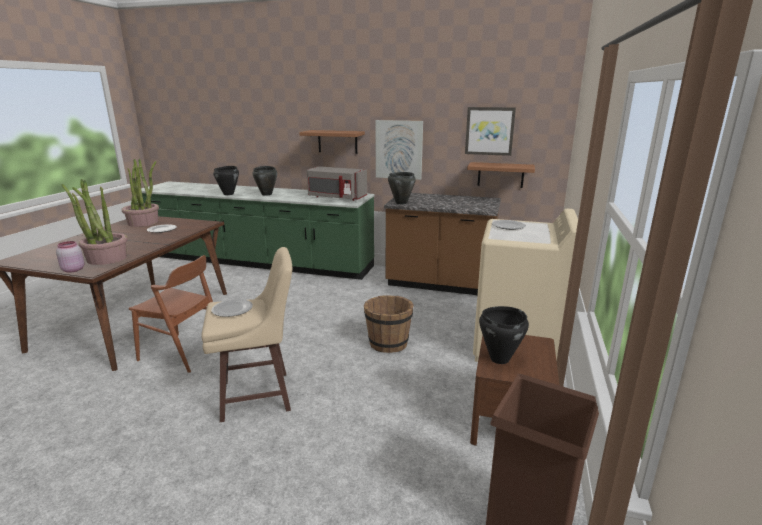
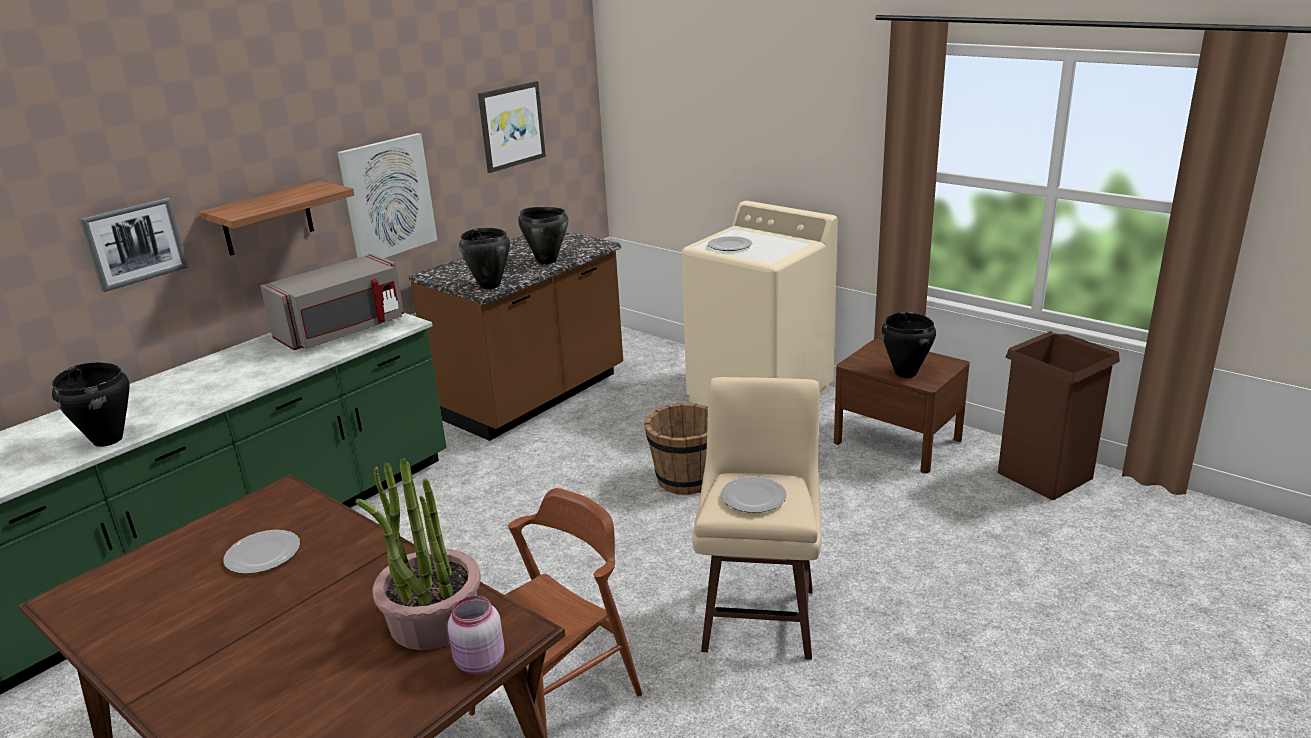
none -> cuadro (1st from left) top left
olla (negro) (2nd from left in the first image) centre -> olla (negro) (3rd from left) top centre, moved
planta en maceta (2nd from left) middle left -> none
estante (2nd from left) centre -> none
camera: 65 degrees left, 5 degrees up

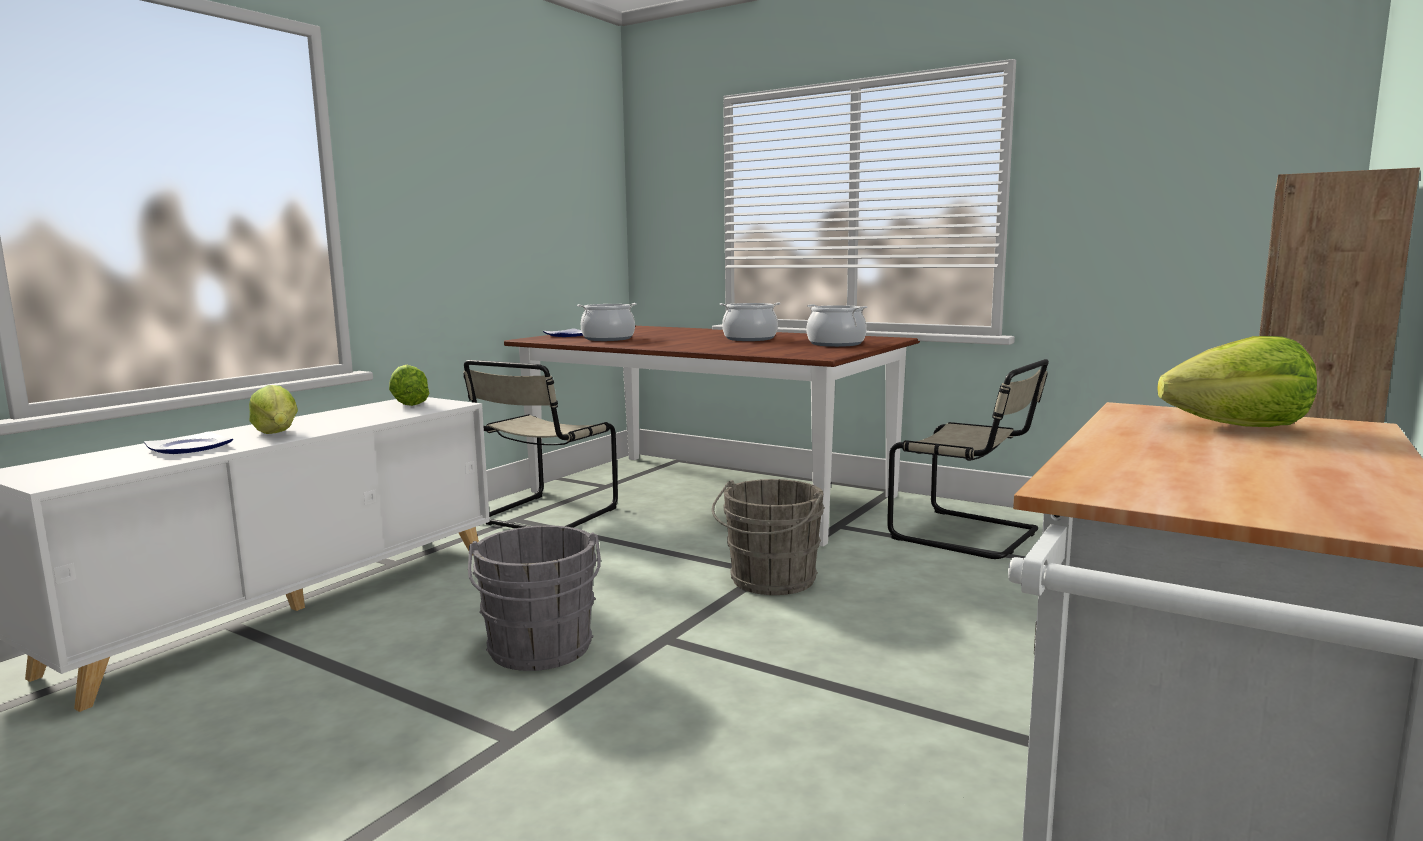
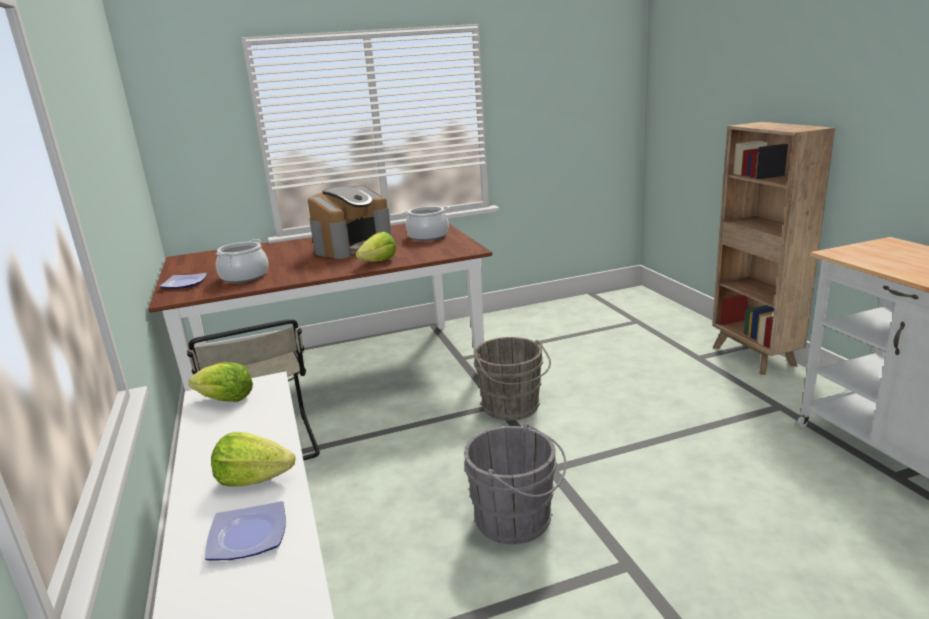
olla (2nd from left) centre -> cafetera centre
lechuga (3rd from left) middle right -> lechuga (3rd from left) centre, moved
silla (beis) (2nd from left) middle right -> none
camera: 50 degrees left, 10 degrees up

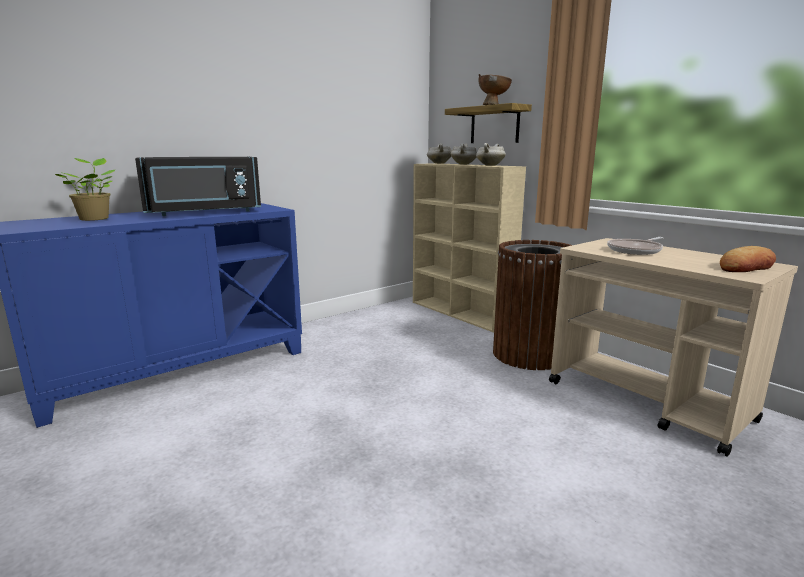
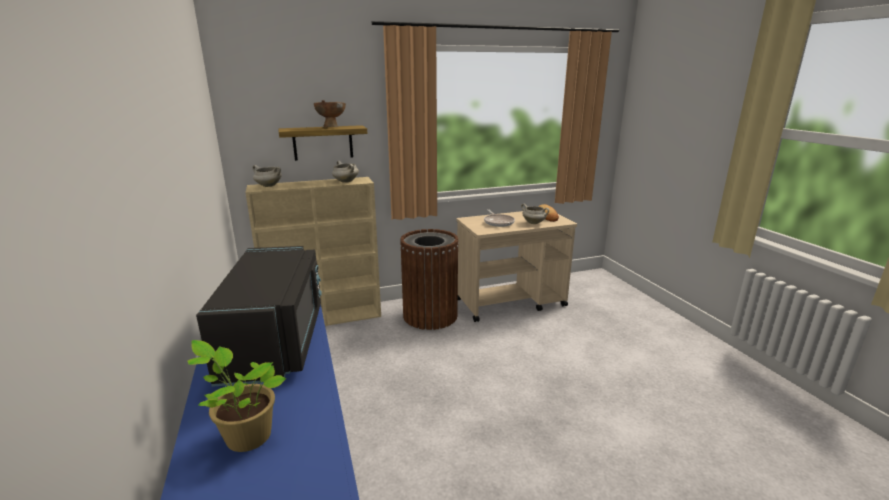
olla (blanco) (2nd from left in the first image) top centre -> olla (blanco) (3rd from left) centre, moved
camera: 70 degrees left, 5 degrees up

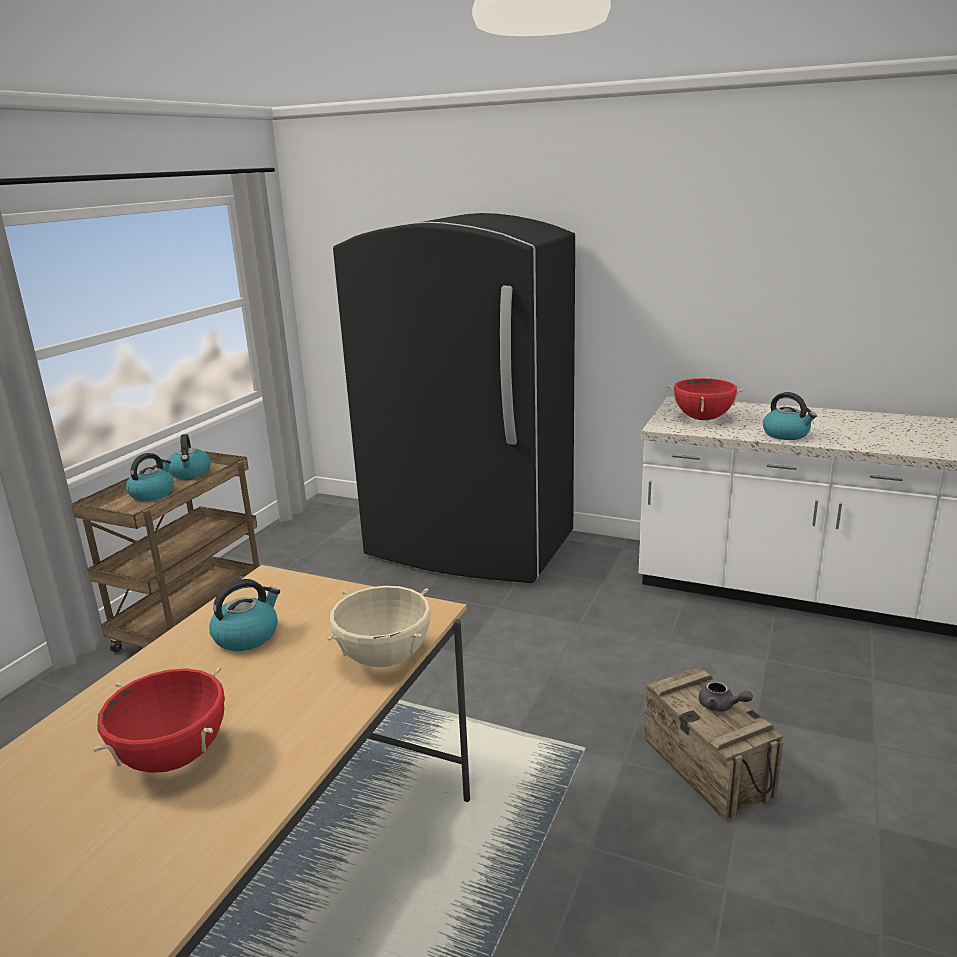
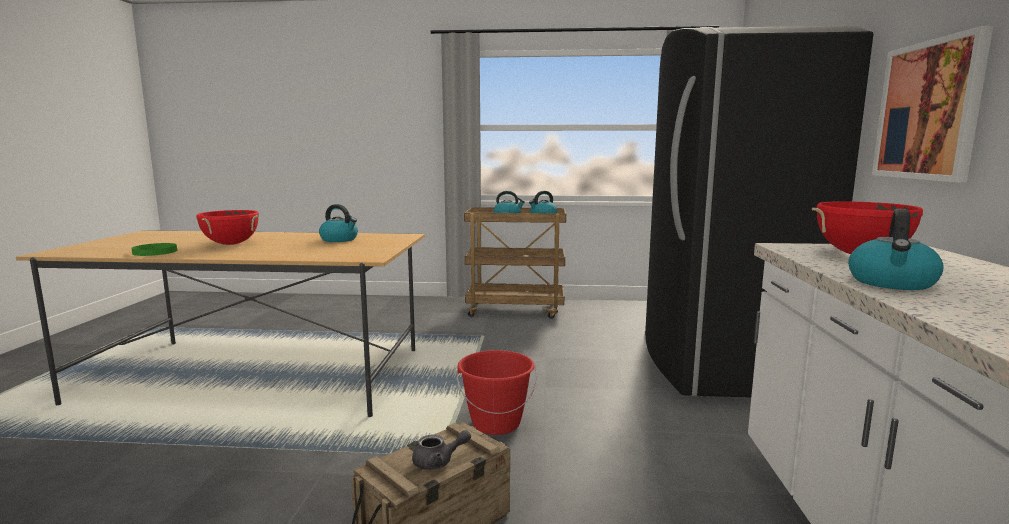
none -> plato (verde) middle left
tetera (gris) bottom right -> tetera (gris) bottom centre, 120 degrees counterclockwise
none -> cubo (rojo) bottom centre
none -> cuadro top right
olla (beis) centre -> none
camera: 70 degrees right, 10 degrees down

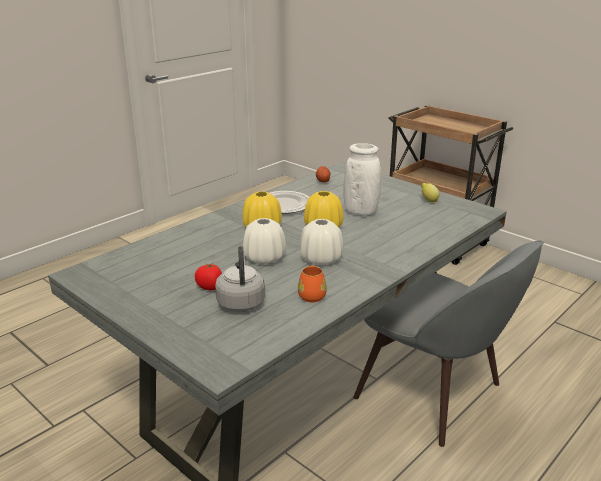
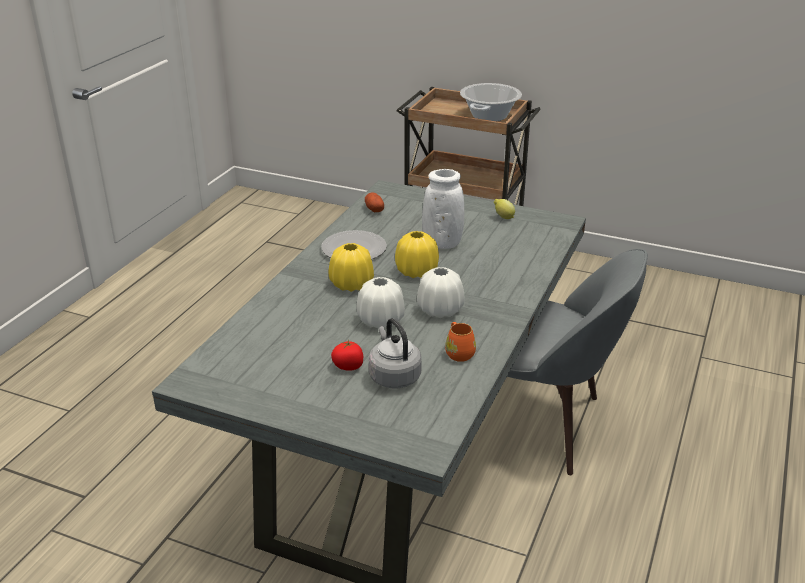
none -> olla top centre
camera: 20 degrees left, 5 degrees up

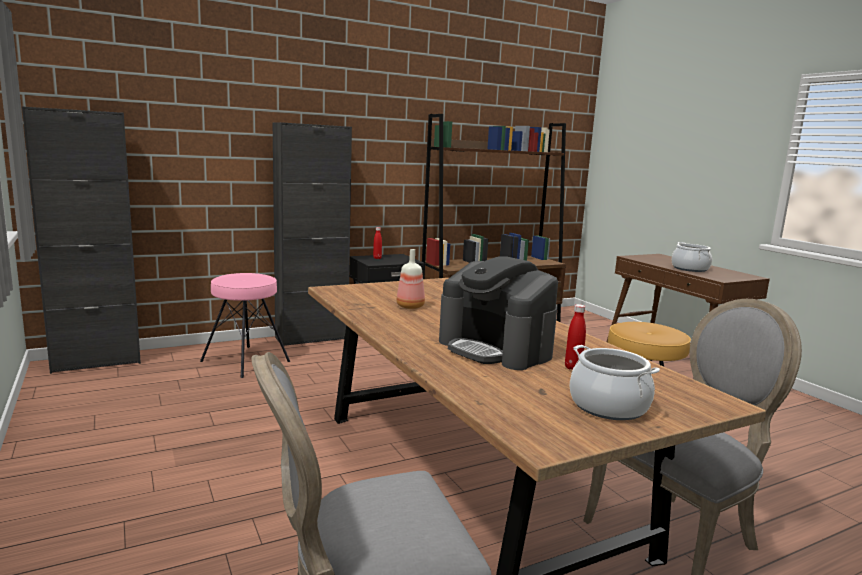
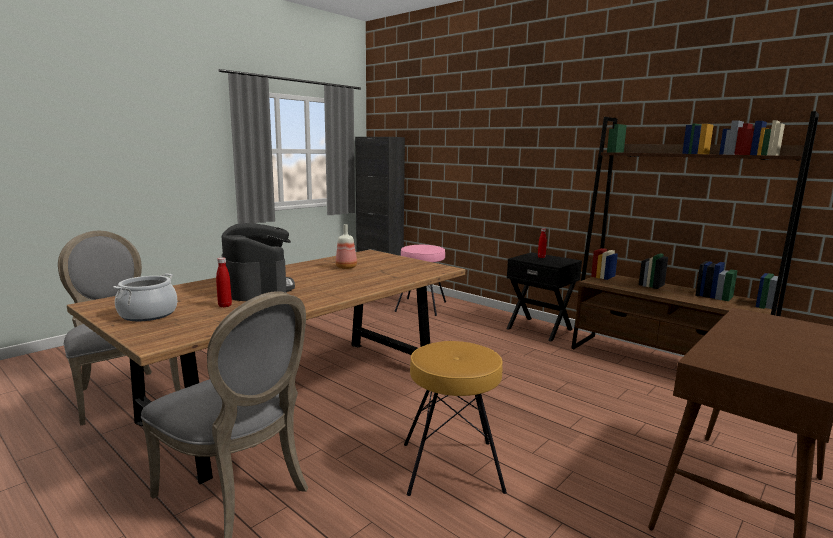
cafetera centre -> cafetera middle left, 135 degrees clockwise
armario (negro) (2nd from left) centre -> none
olla (2nd from left) middle right -> none
camera: 70 degrees right, 0 degrees up

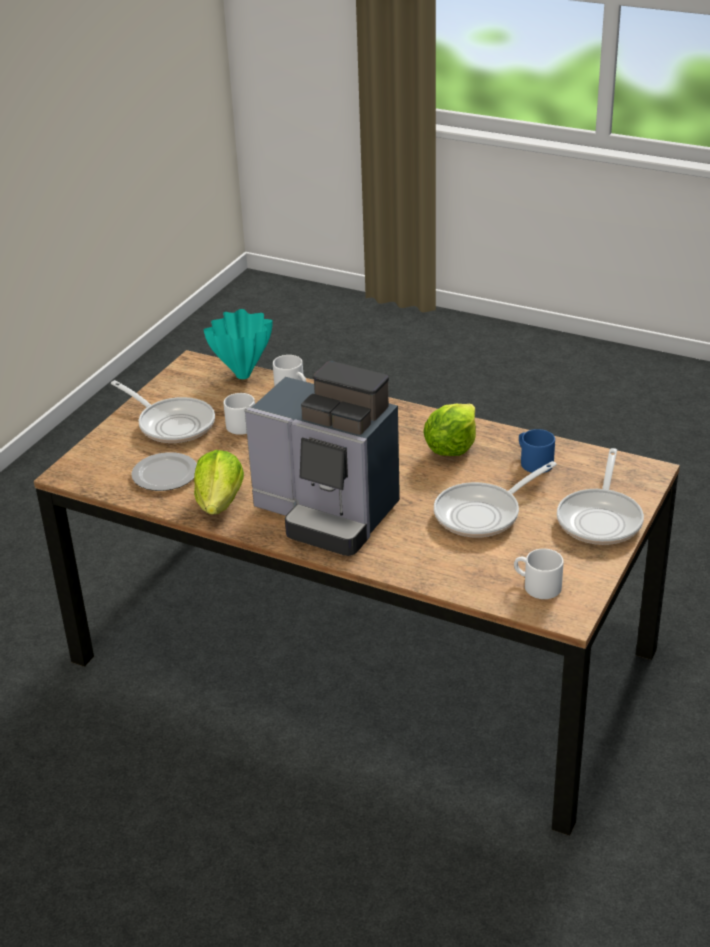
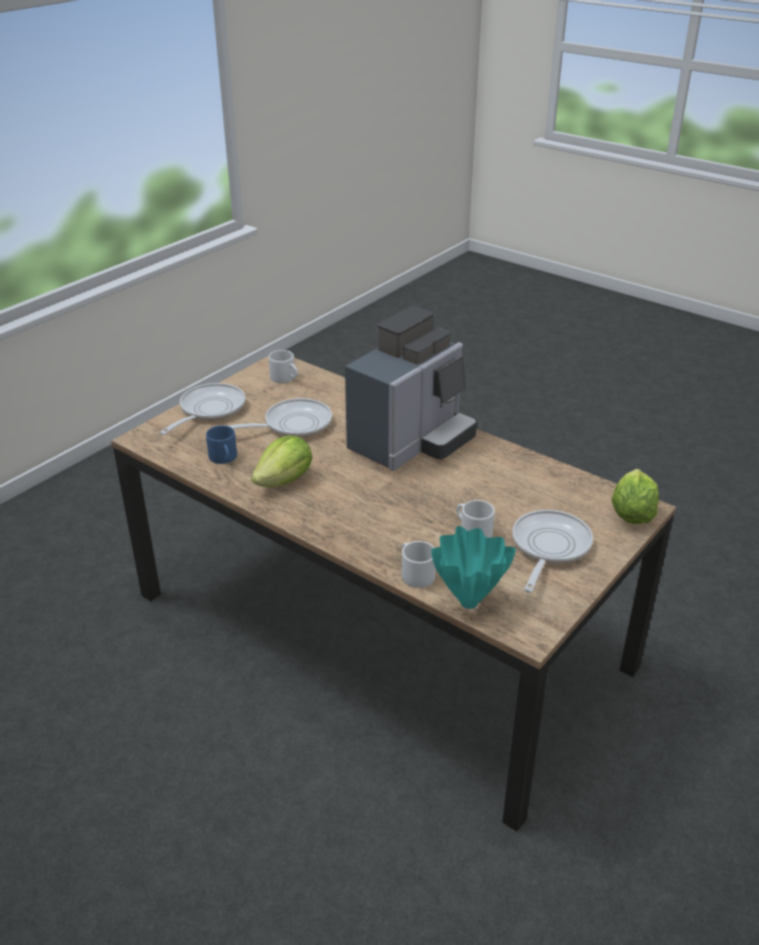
cafetera centre, 90 degrees clockwise
sartén (1st from left in the first image) middle left -> sartén (3rd from left) middle right, 60 degrees clockwise
lechuga (1st from left in the first image) middle left -> lechuga (2nd from left) middle right, moved
plato middle left -> none
camera: 170 degrees left, 0 degrees up

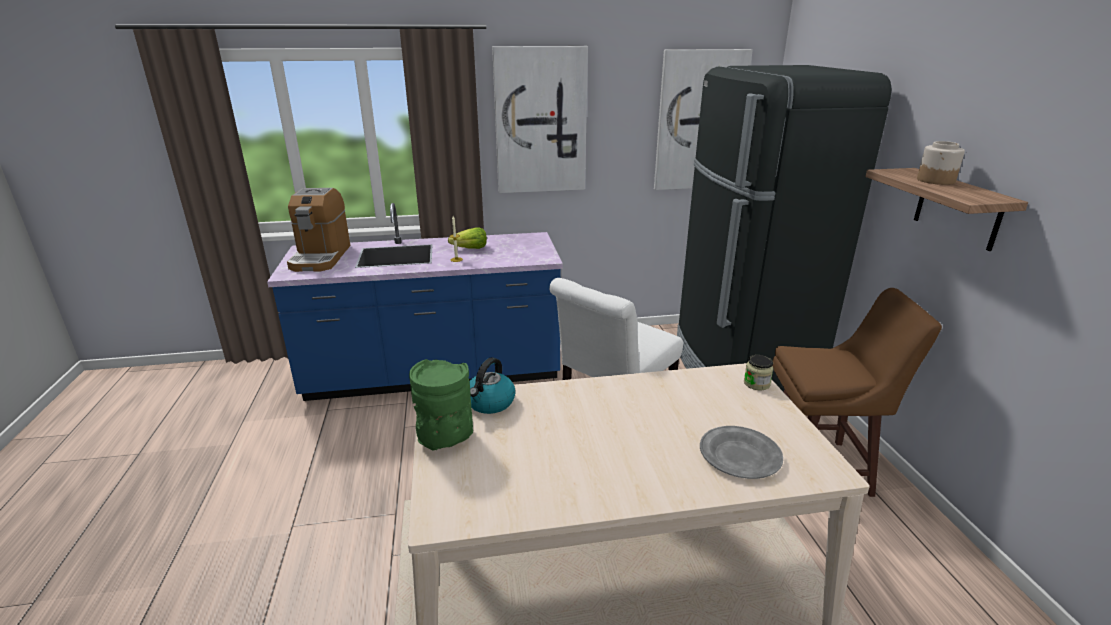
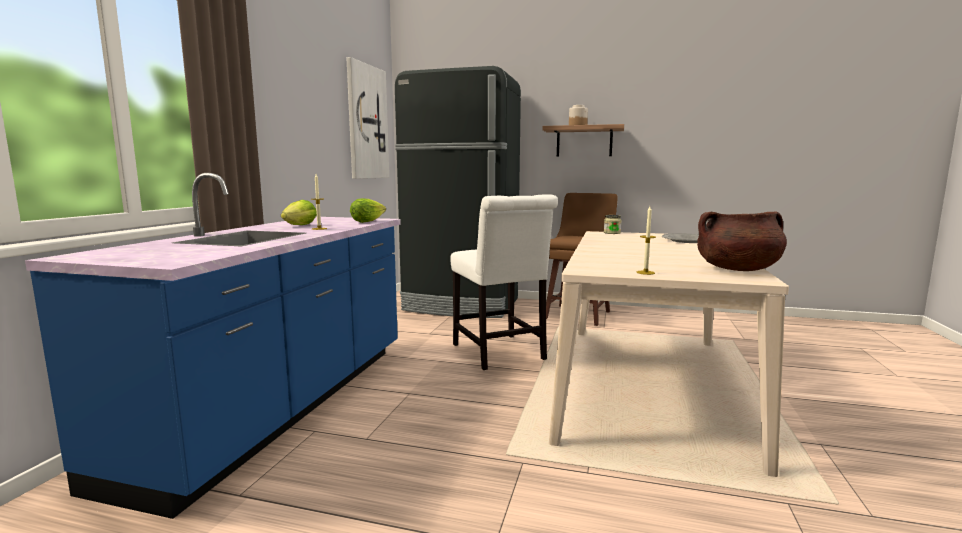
none -> lechuga (2nd from left) centre
florero (verde) centre -> vela (2nd from left) middle right
none -> olla (marrón) middle right
cafetera middle left -> none
hervidor centre -> none
cuadro (1st from left) top centre -> none
camera: 65 degrees left, 15 degrees down

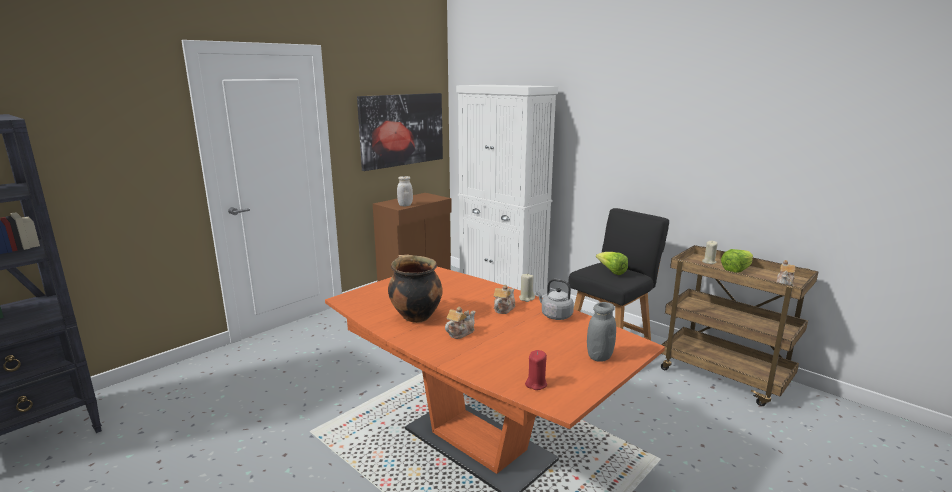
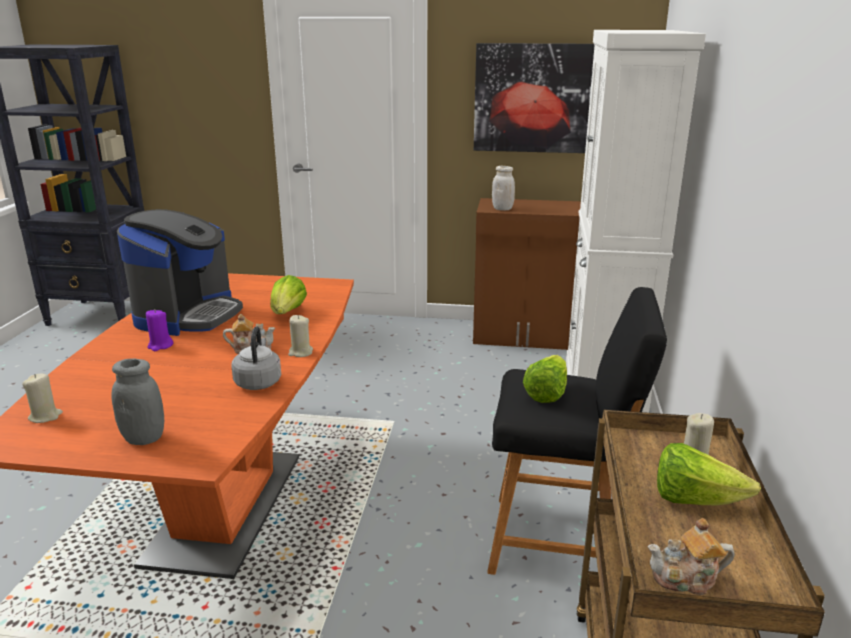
vela (rojo) bottom centre -> vela (beis) (1st from left) middle left
olla centre -> cafetera middle left
tetera (1st from left) centre -> vela (morado) middle left
none -> lechuga (1st from left) centre
camera: 55 degrees right, 5 degrees up

